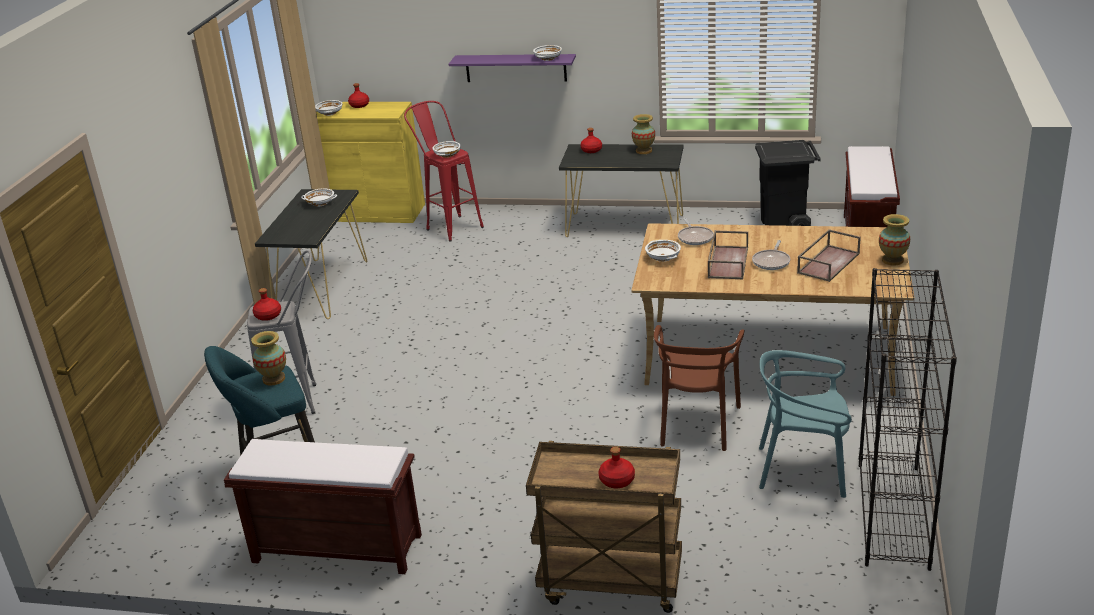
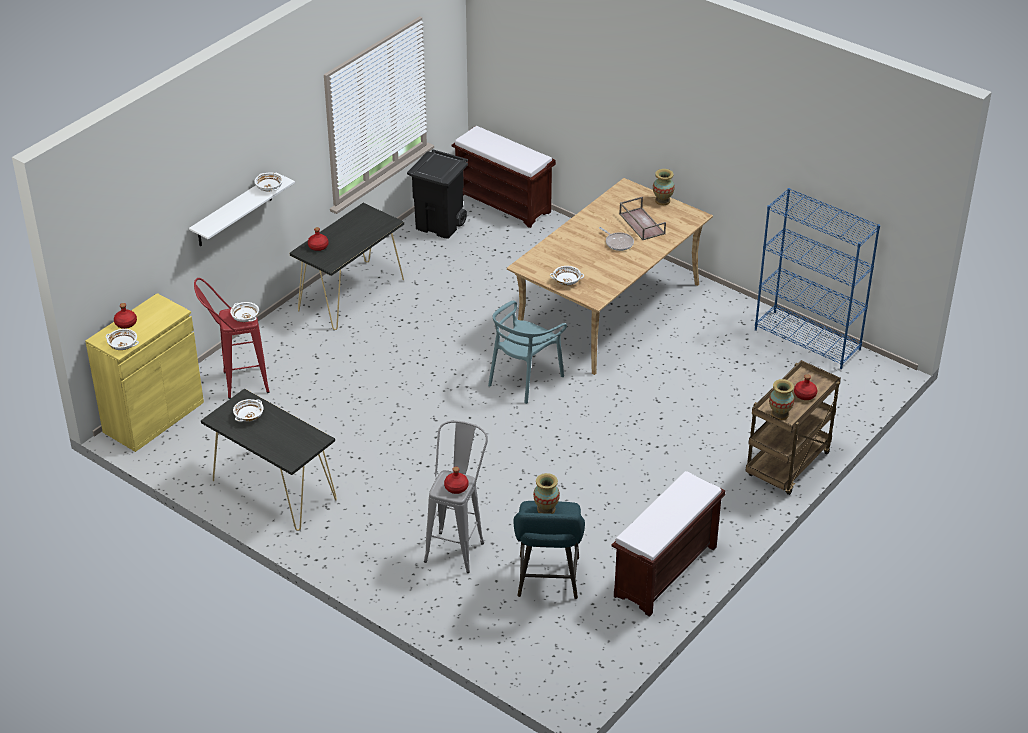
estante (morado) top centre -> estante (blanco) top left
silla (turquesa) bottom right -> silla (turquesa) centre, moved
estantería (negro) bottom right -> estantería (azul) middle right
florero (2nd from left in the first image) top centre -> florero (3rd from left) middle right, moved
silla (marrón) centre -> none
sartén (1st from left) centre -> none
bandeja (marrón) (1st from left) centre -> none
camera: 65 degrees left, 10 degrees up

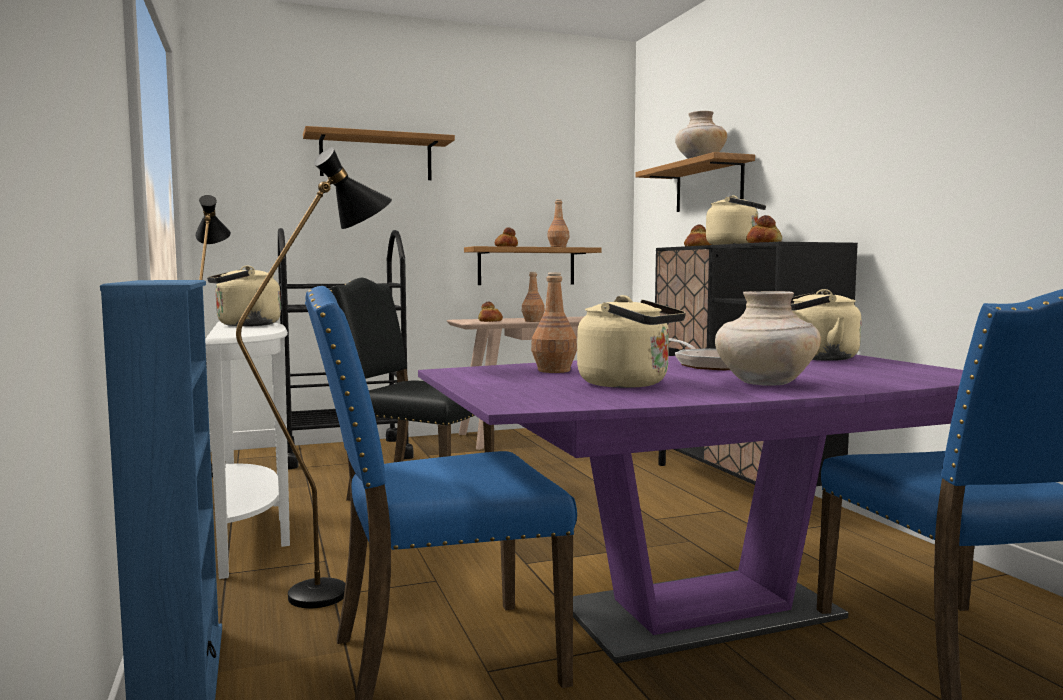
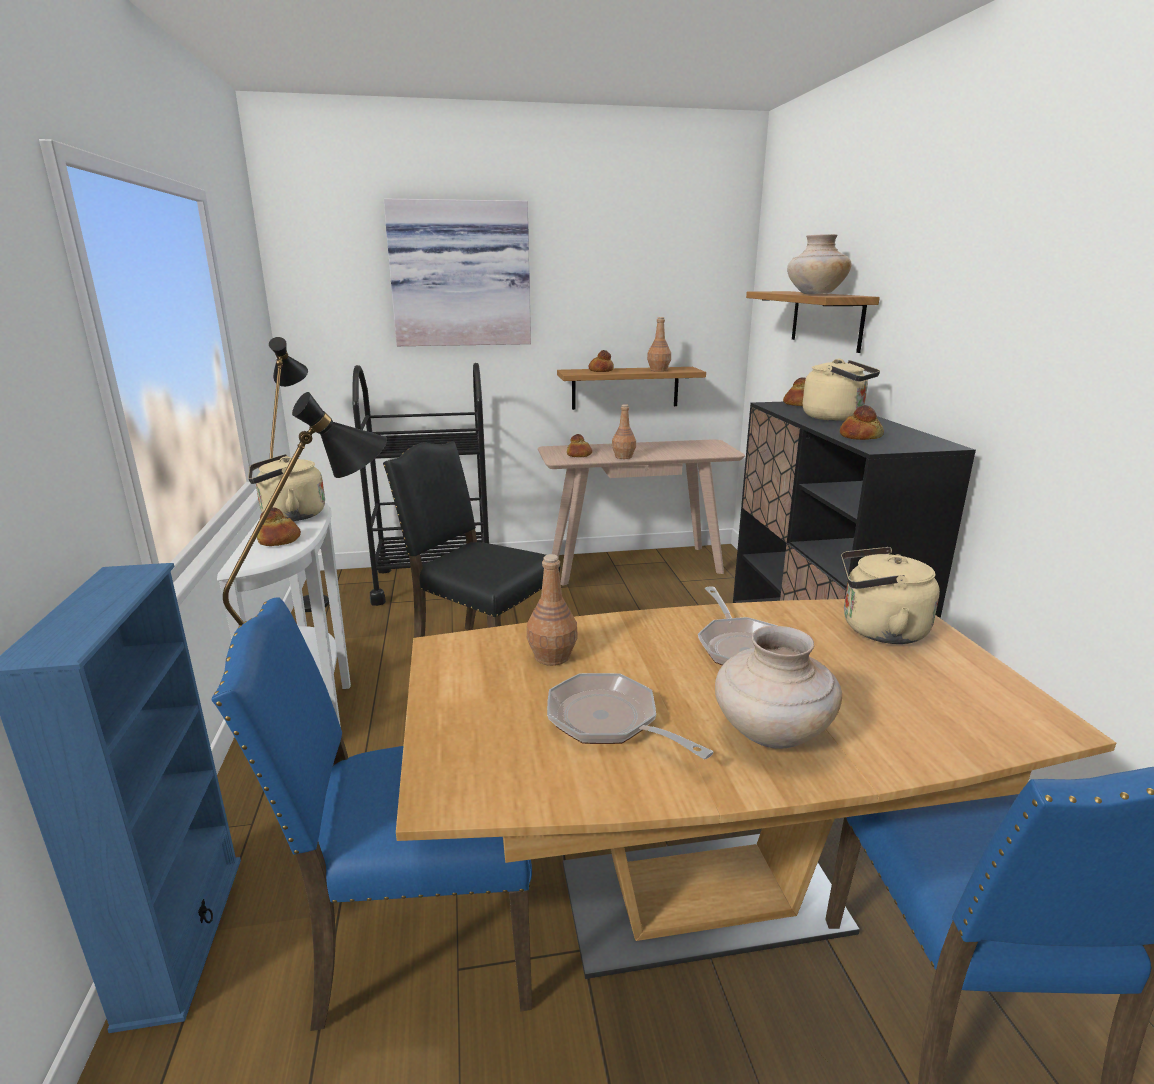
none -> pan (1st from left) middle left
estante (1st from left) top centre -> cuadro top centre
mesa de comedor (morado) bottom centre -> mesa de comedor (marrón) bottom centre
hervidor (beis) (2nd from left) centre -> sartén (1st from left) centre
camera: 10 degrees right, 15 degrees up

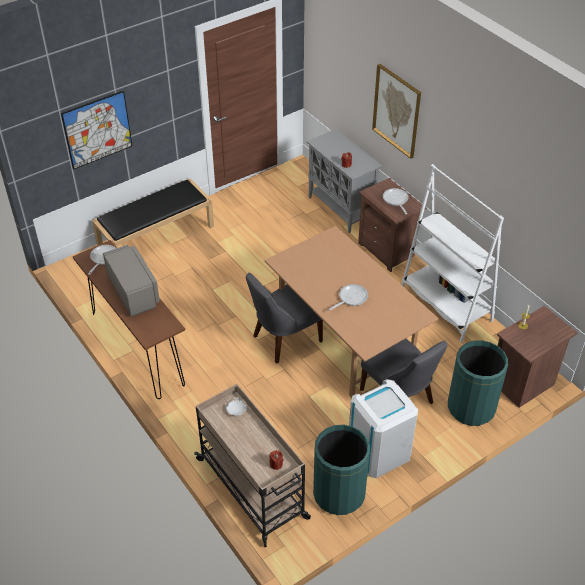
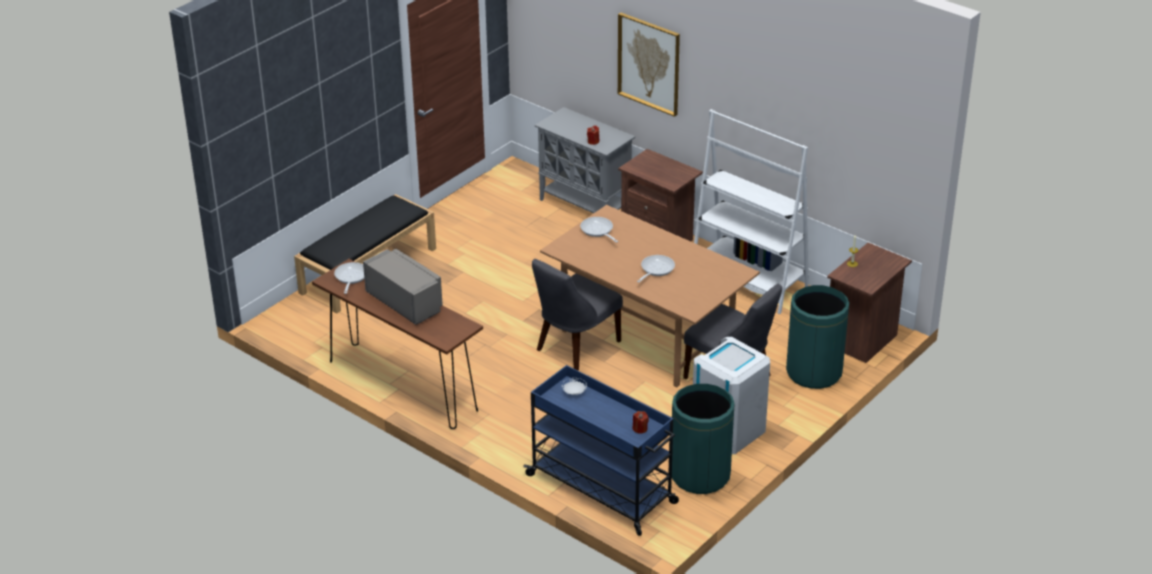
carrito (beis) bottom centre -> carrito (azul) bottom centre
sartén (3rd from left in the first image) middle right -> sartén (2nd from left) centre, moved
cuadro (1st from left) top left -> none
camera: 15 degrees left, 10 degrees down

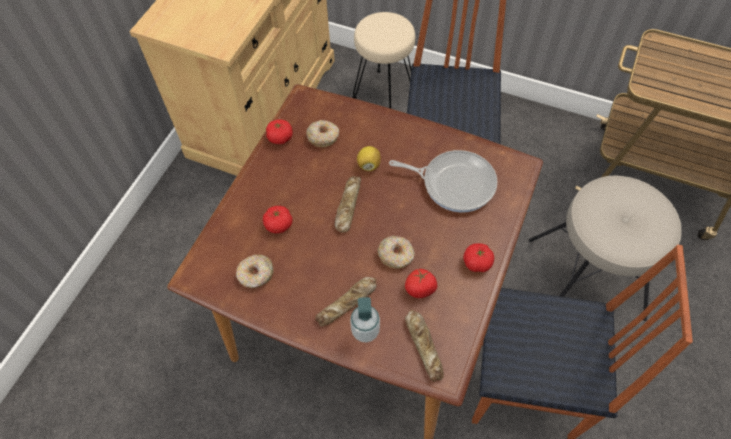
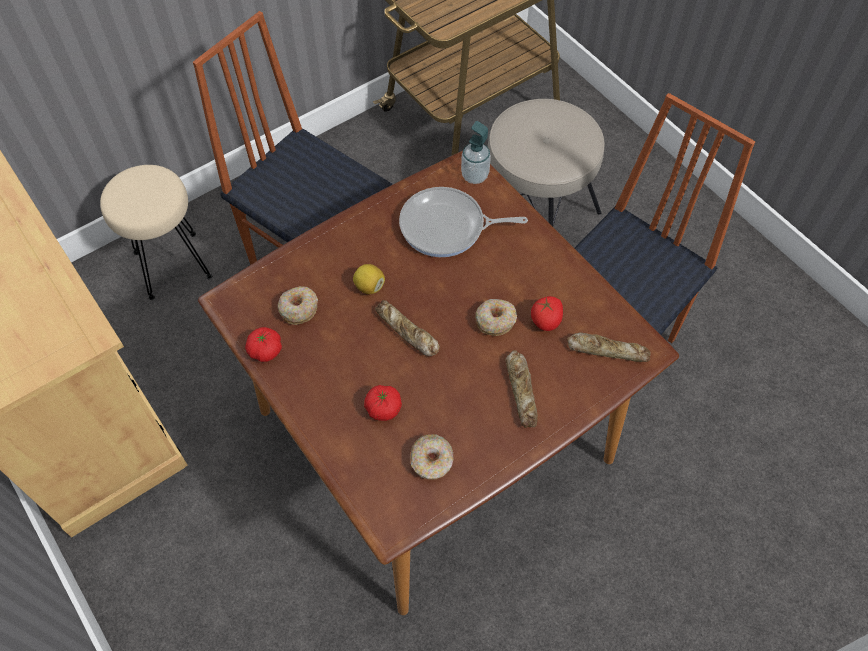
sartén centre, 135 degrees counterclockwise
dispensador de jabón bottom centre -> dispensador de jabón top centre, moved
tomate (4th from left) centre -> none
camera: 60 degrees left, 0 degrees up

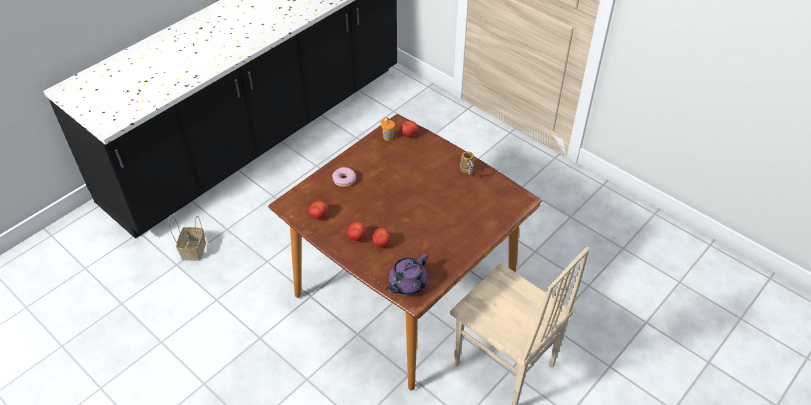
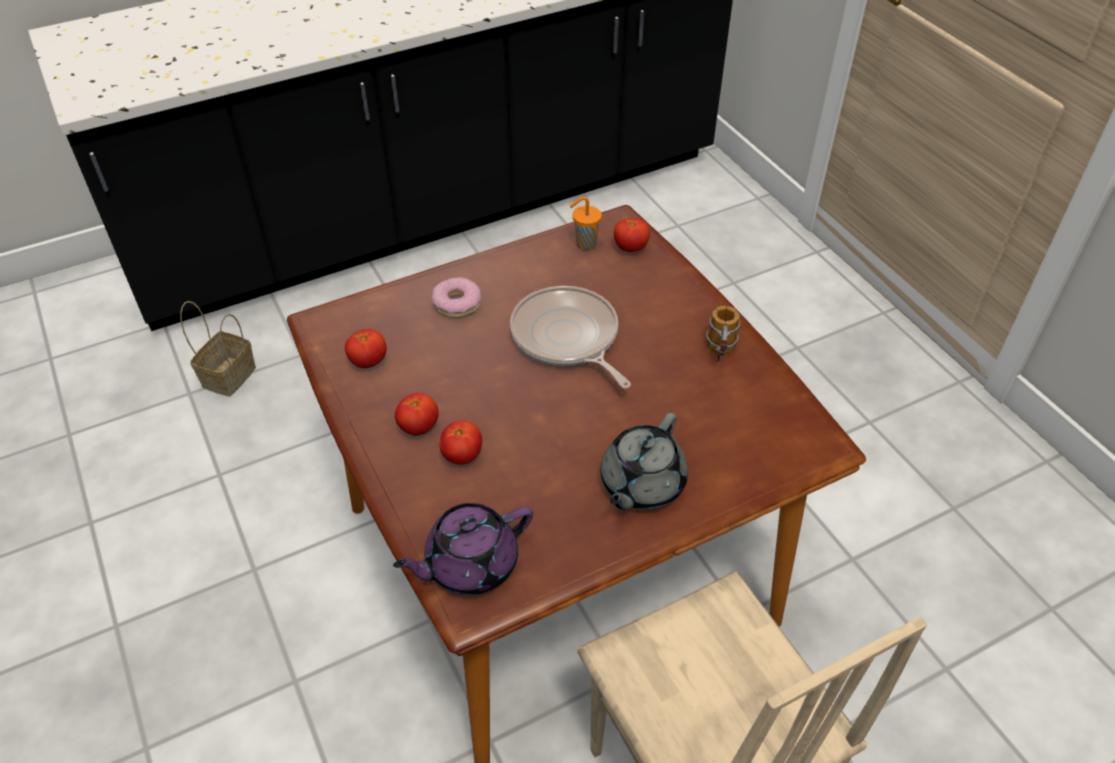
none -> sartén centre
none -> tetera (gris) centre
camera: 20 degrees right, 0 degrees up

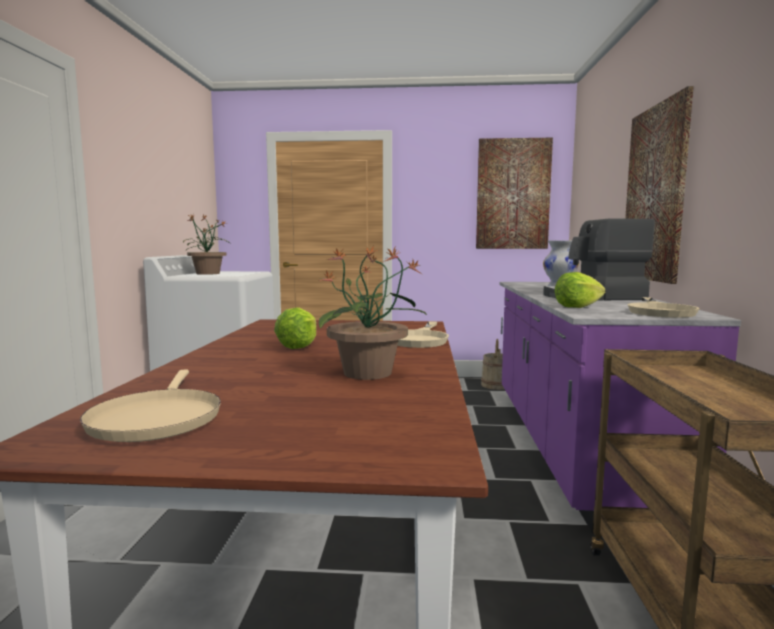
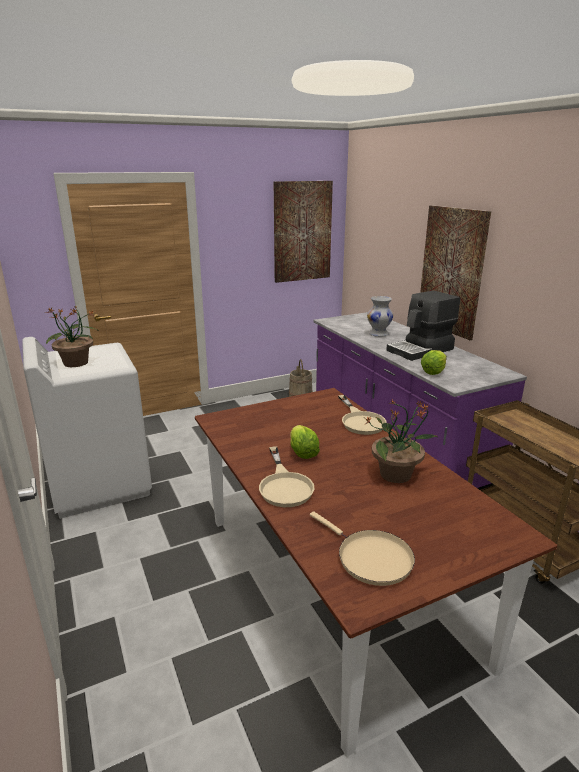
sartén (beis) (3rd from left in the first image) middle right -> sartén (beis) (1st from left) centre, moved
camera: 30 degrees left, 15 degrees up

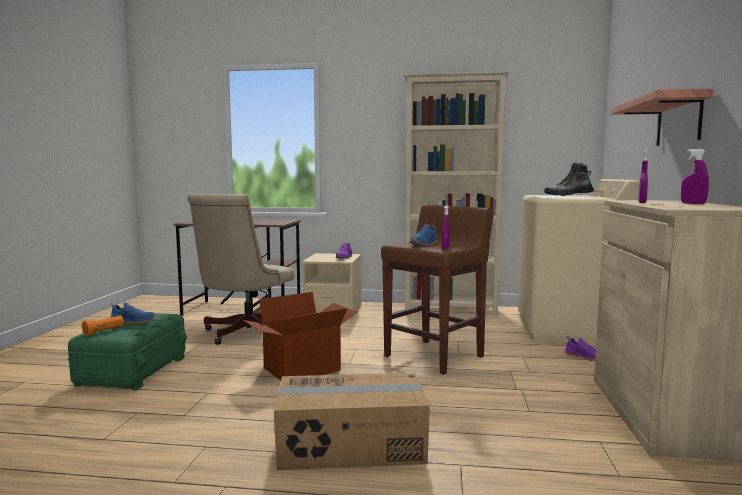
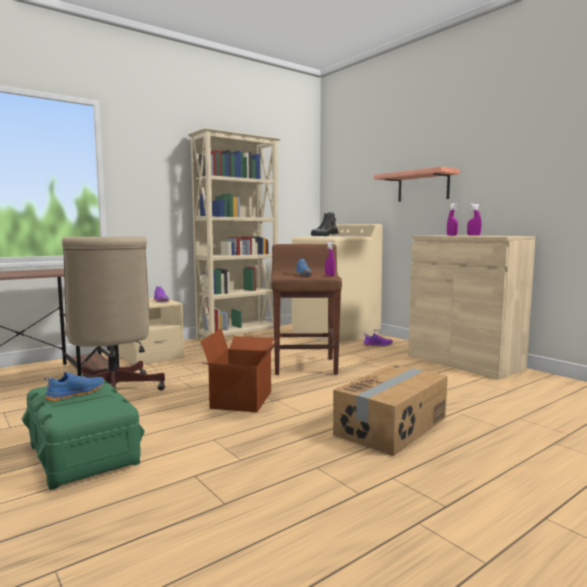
linterna (naranja) middle left -> none
camera: 45 degrees left, 0 degrees up

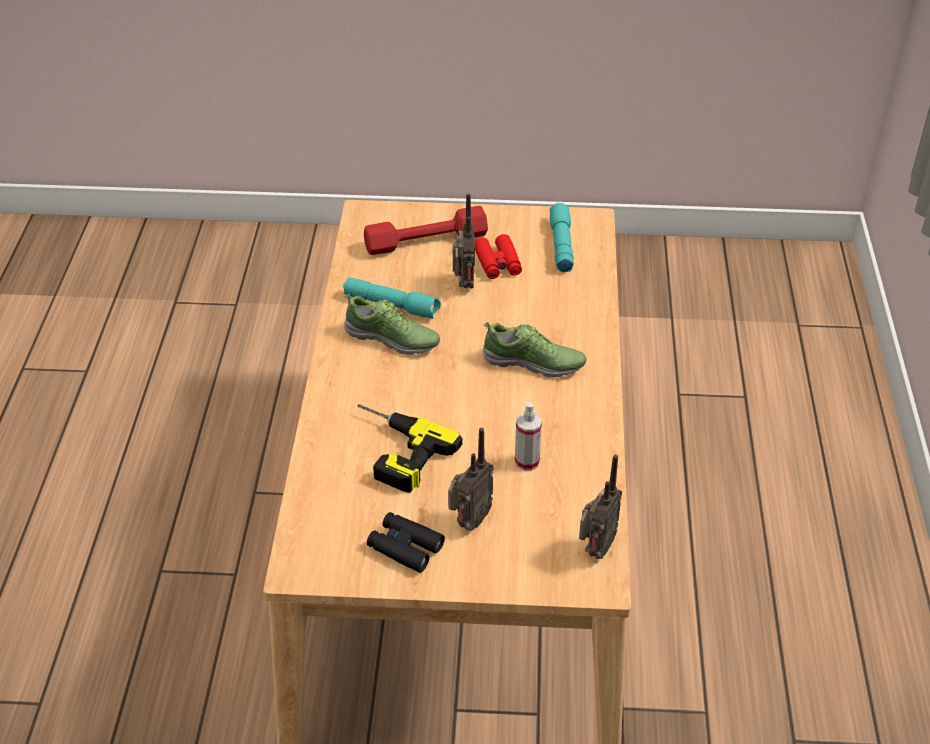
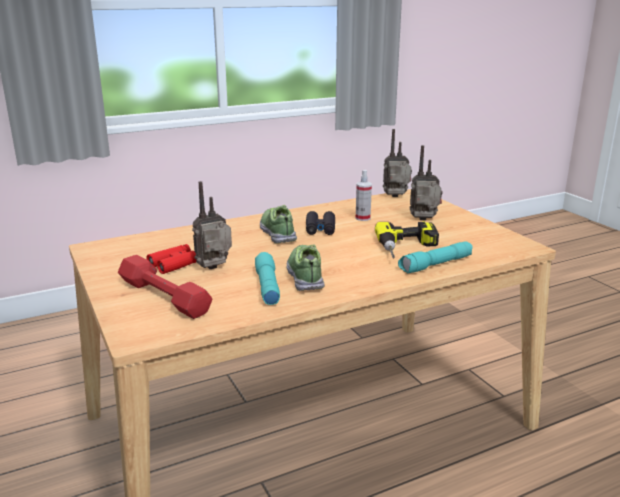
prismáticos (negro) bottom centre -> prismáticos (negro) centre, moved
linterna (turquesa) (2nd from left) top centre -> linterna (turquesa) (2nd from left) middle right, moved
camera: 120 degrees left, 20 degrees down

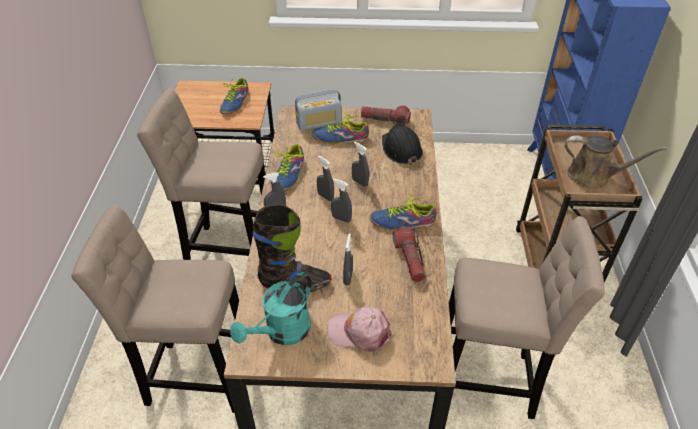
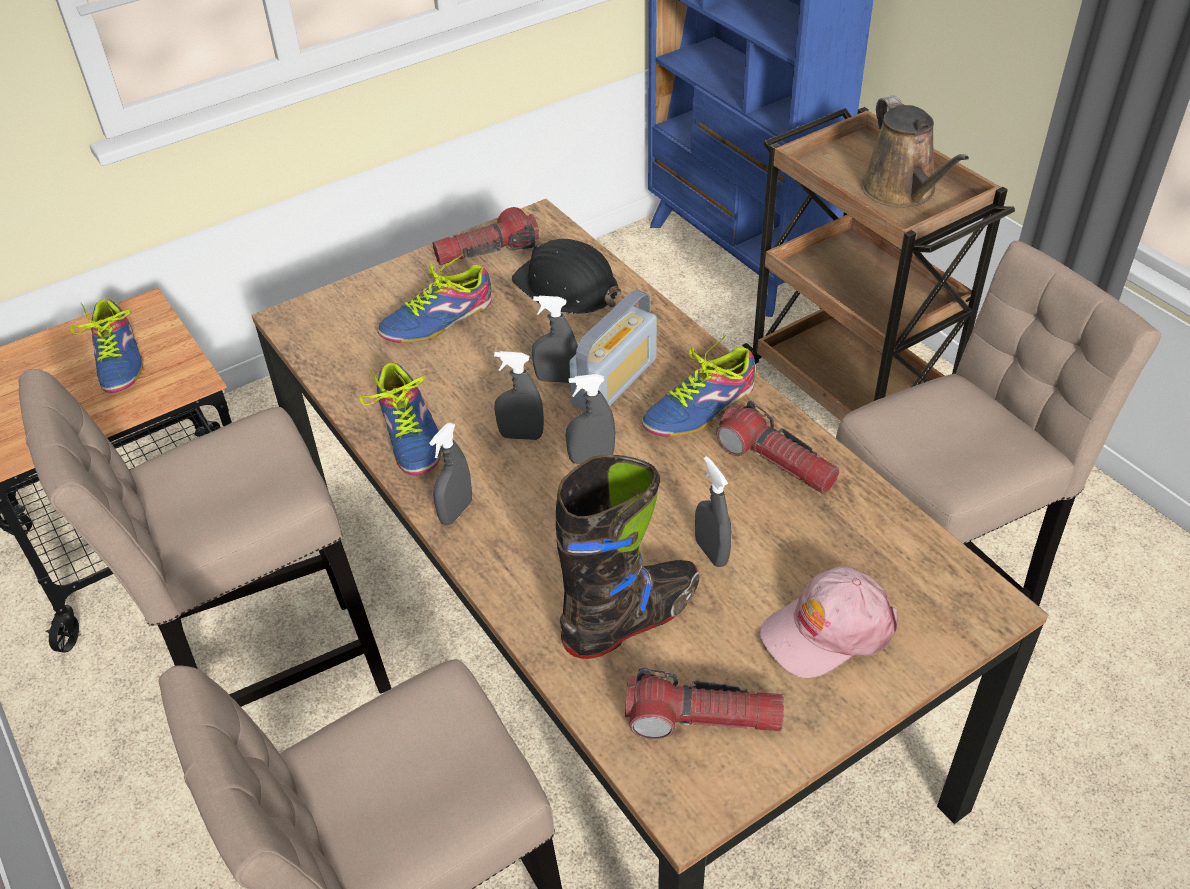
radio top centre -> radio centre, moved
regadera (turquesa) bottom centre -> linterna (2nd from left) bottom centre
regadera (marrón) middle right -> regadera (marrón) top right, 90 degrees clockwise
camera: 35 degrees left, 0 degrees up

